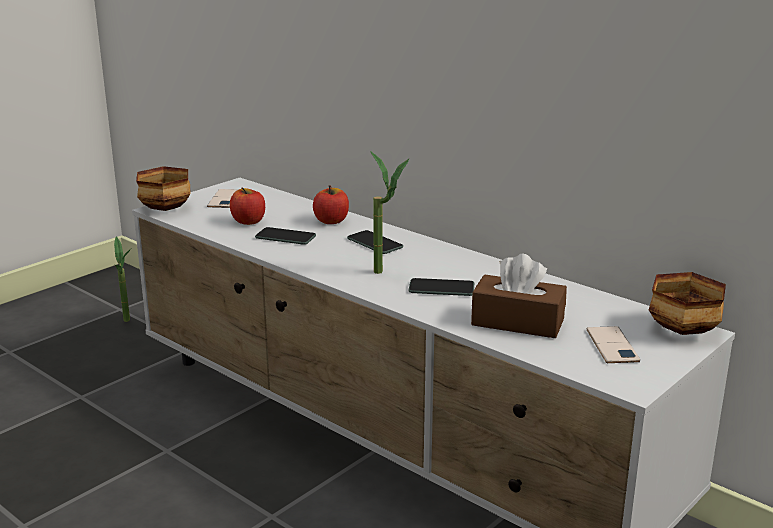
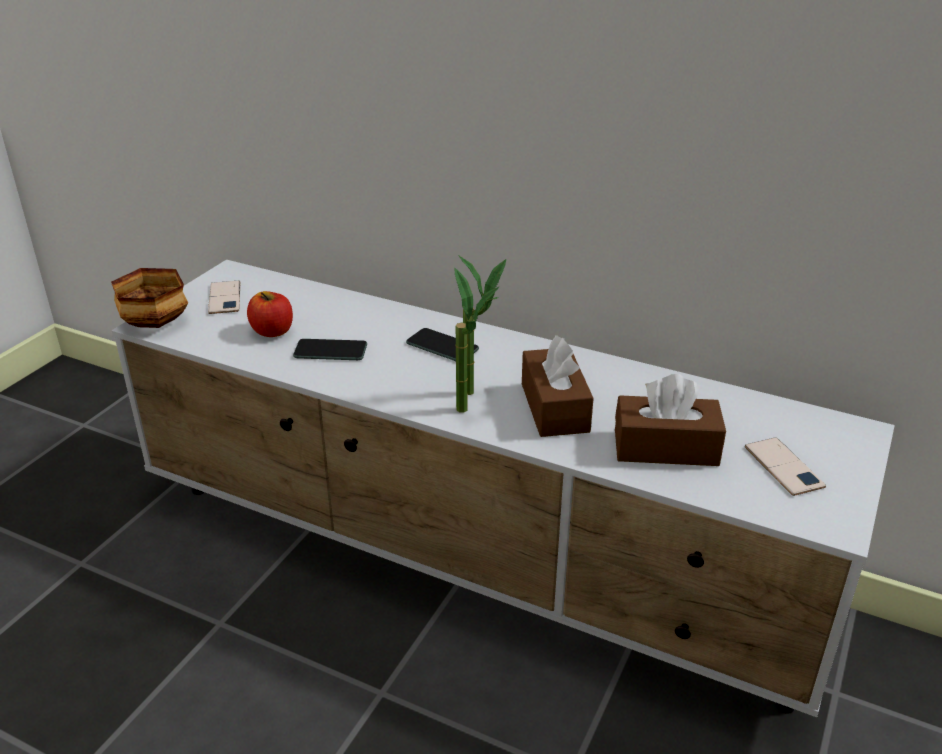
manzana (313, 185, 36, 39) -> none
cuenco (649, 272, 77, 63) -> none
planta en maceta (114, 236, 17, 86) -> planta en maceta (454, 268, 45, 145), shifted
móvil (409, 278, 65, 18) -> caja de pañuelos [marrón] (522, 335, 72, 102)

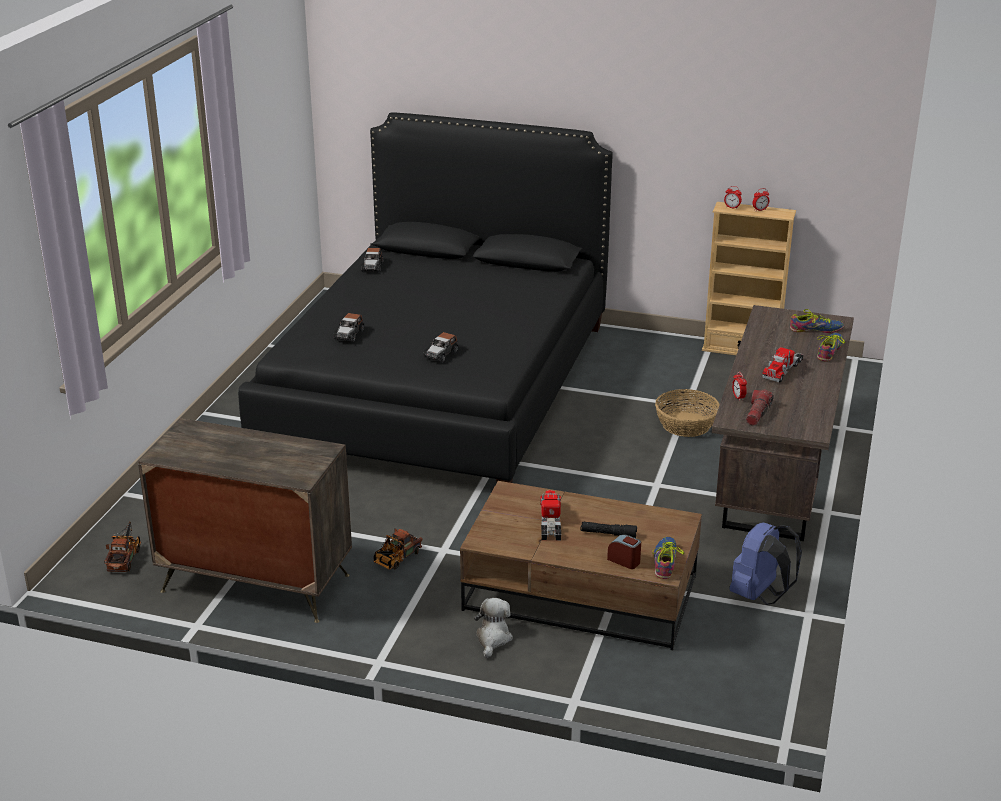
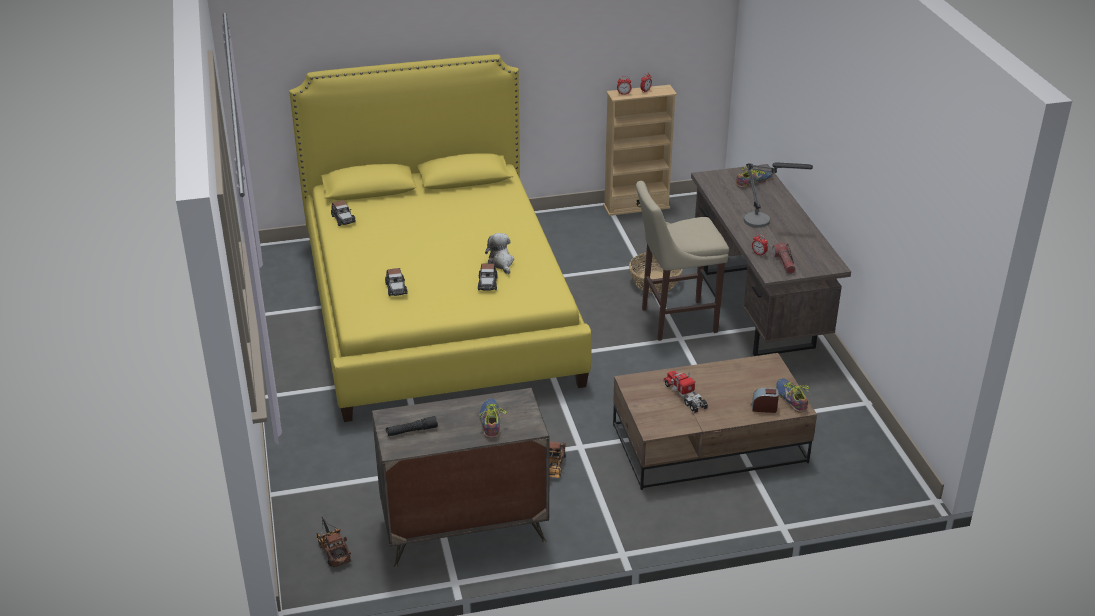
mochila [azul] (730, 522, 72, 83) -> none
none -> taburete [beis] (636, 181, 93, 160)
peluche (474, 598, 39, 60) -> peluche (485, 233, 29, 41), shifted
linterna [negro] (580, 522, 57, 16) -> linterna [negro] (386, 416, 52, 20), shifted
zapato (817, 333, 28, 29) -> zapato (479, 398, 28, 40), shifted
camión de juguete (762, 347, 42, 35) -> lámpara de mesa (744, 162, 69, 66)
cama [negro] (238, 113, 375, 370) -> cama [amarillo] (289, 55, 303, 367)

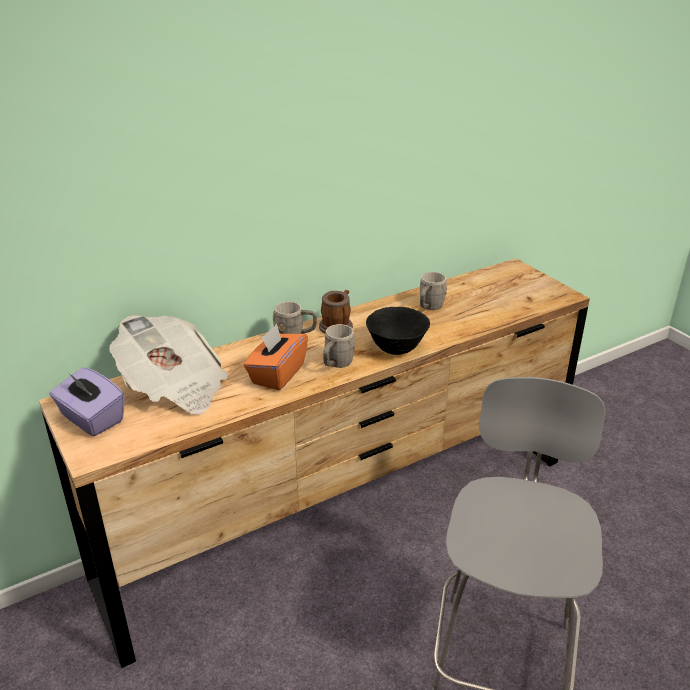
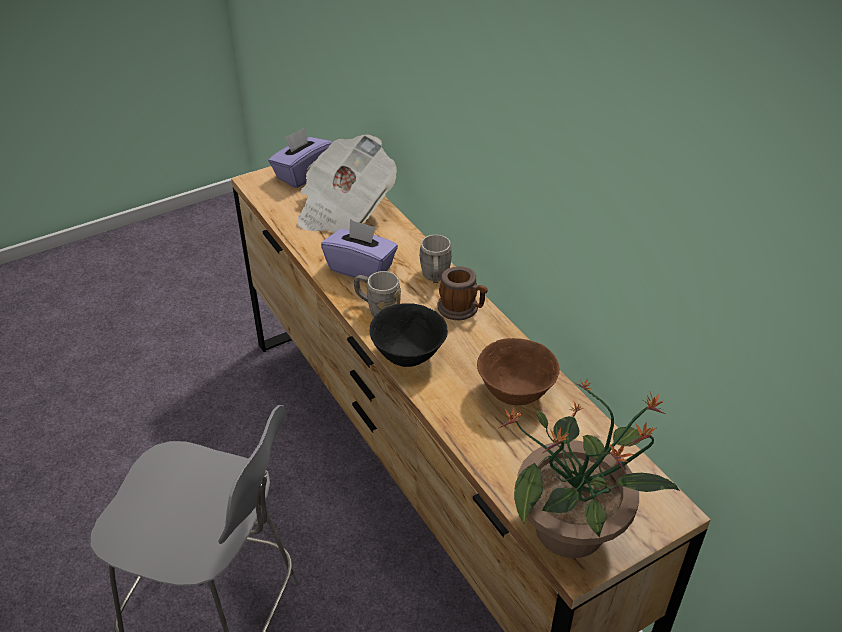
none -> planta en maceta (498, 379, 182, 179)
taza grande [gris] (420, 272, 27, 38) -> cuenco [marrón] (477, 338, 83, 67)
caja de pañuelos [naranja] (244, 324, 64, 66) -> caja de pañuelos [morado] (321, 219, 77, 59)

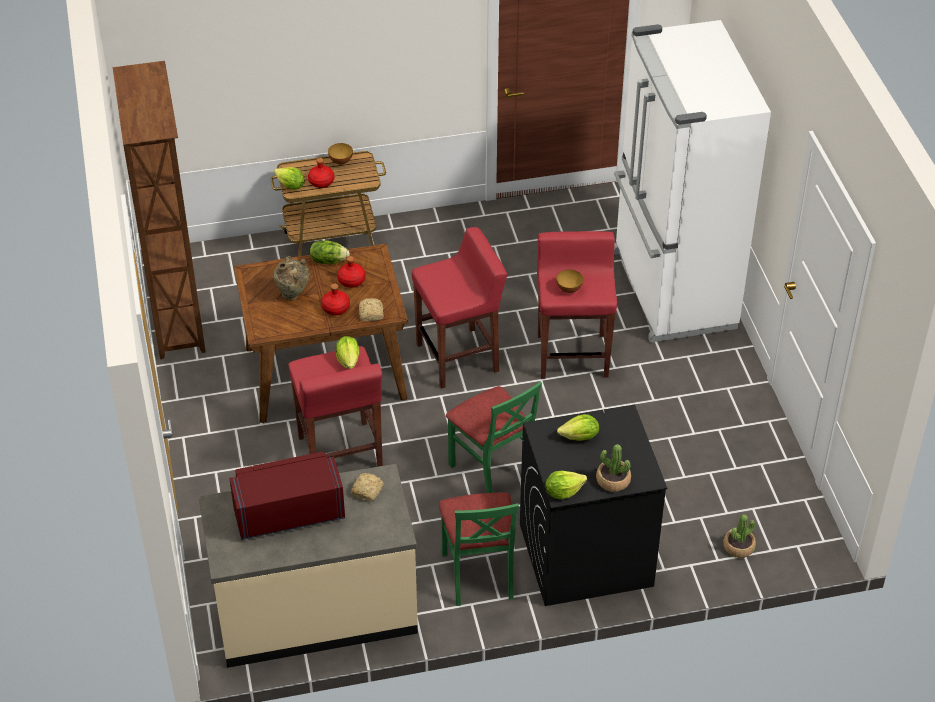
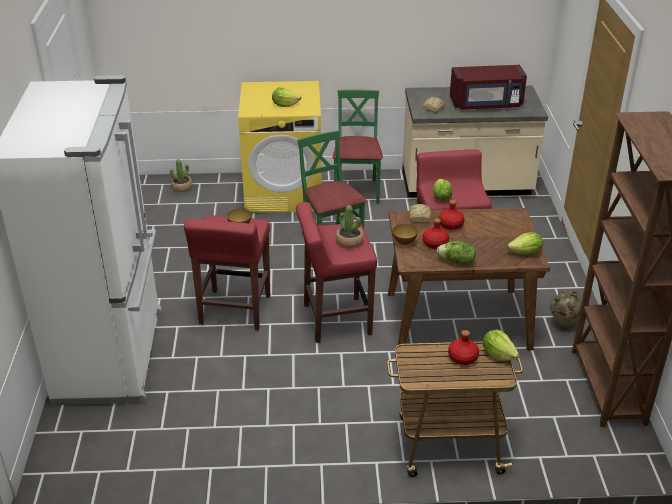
florero [beis] (274, 256, 36, 44) -> florero [beis] (550, 290, 31, 40), shifted
cuenco (328, 143, 25, 22) -> cuenco (392, 224, 26, 21), shifted
lechuga (545, 471, 42, 28) -> lechuga (507, 232, 36, 23), shifted
planta en maceta (596, 444, 35, 48) -> planta en maceta (336, 205, 28, 43), shifted
lavadora [negro] (520, 404, 147, 202) -> lavadora [amarillo] (238, 81, 84, 132)

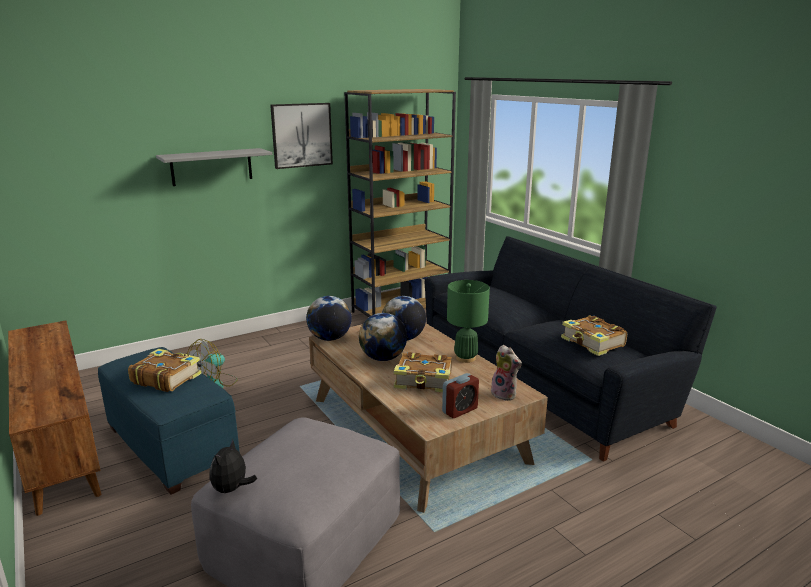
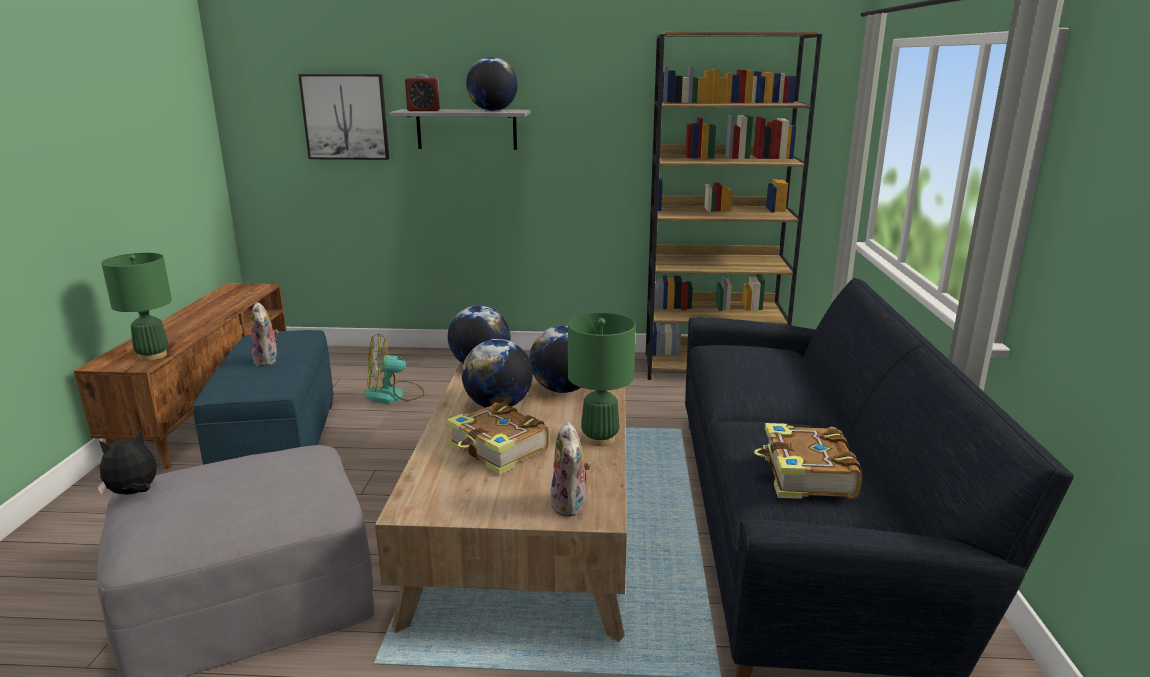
none -> lámpara de mesa [verde] (101, 253, 71, 108)
none -> globo terráqueo (466, 57, 52, 54)
cuadro (270, 103, 63, 66) -> cuadro (298, 74, 91, 86), shifted
despertador (442, 373, 37, 45) -> despertador (405, 74, 35, 37), shifted
libro (128, 349, 74, 43) -> peluche (251, 302, 28, 64)

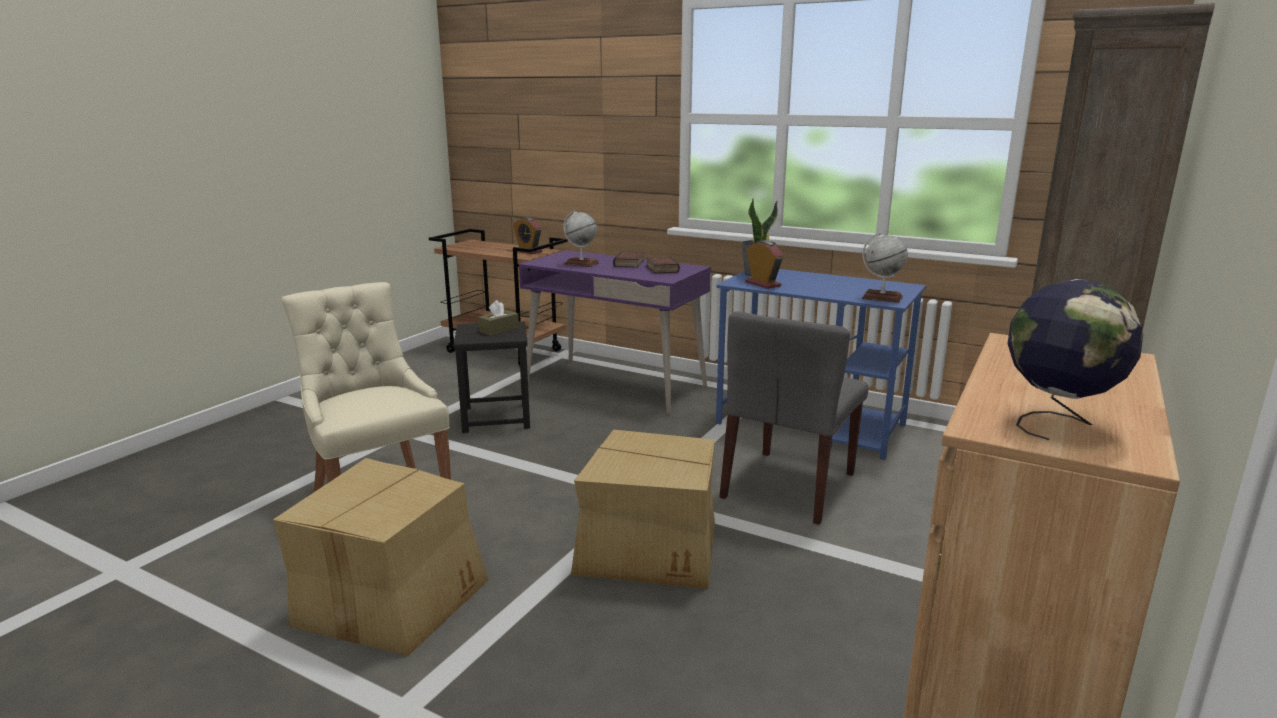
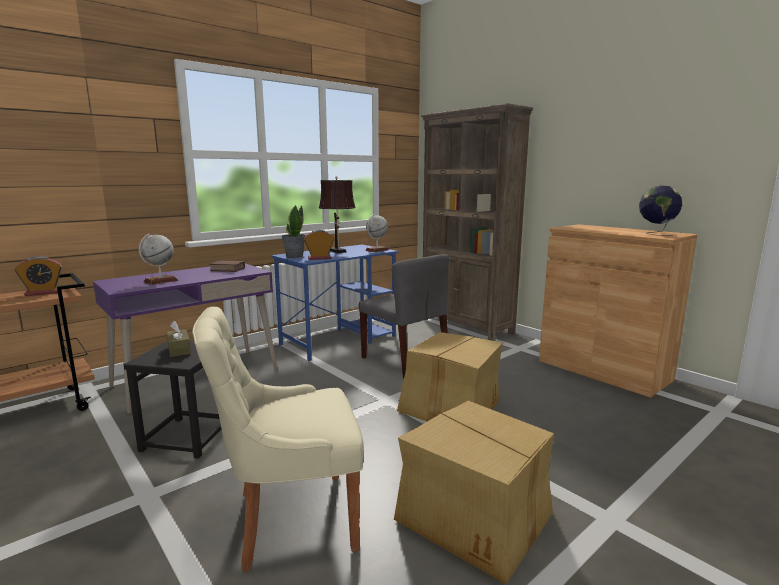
libro (613, 251, 31, 17) -> none
none -> lámpara de mesa [marrón] (319, 176, 37, 77)

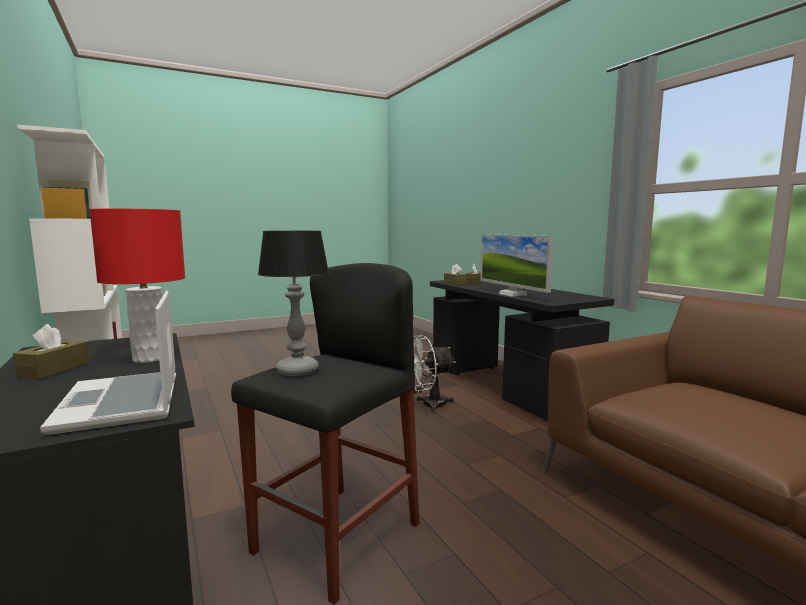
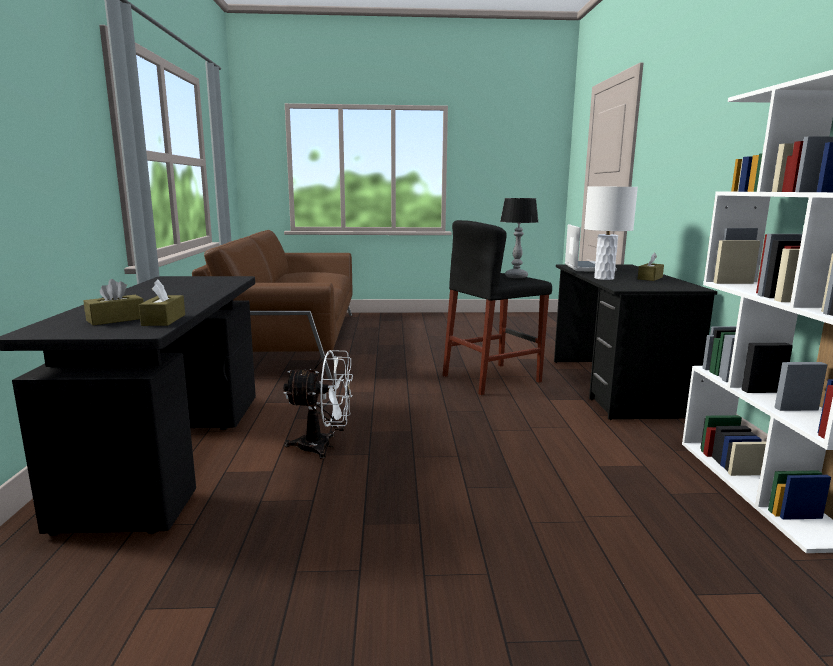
monitor (480, 234, 74, 63) -> none
lámpara de mesa [rojo] (89, 209, 96, 154) -> lámpara de mesa [blanco] (584, 187, 54, 93)

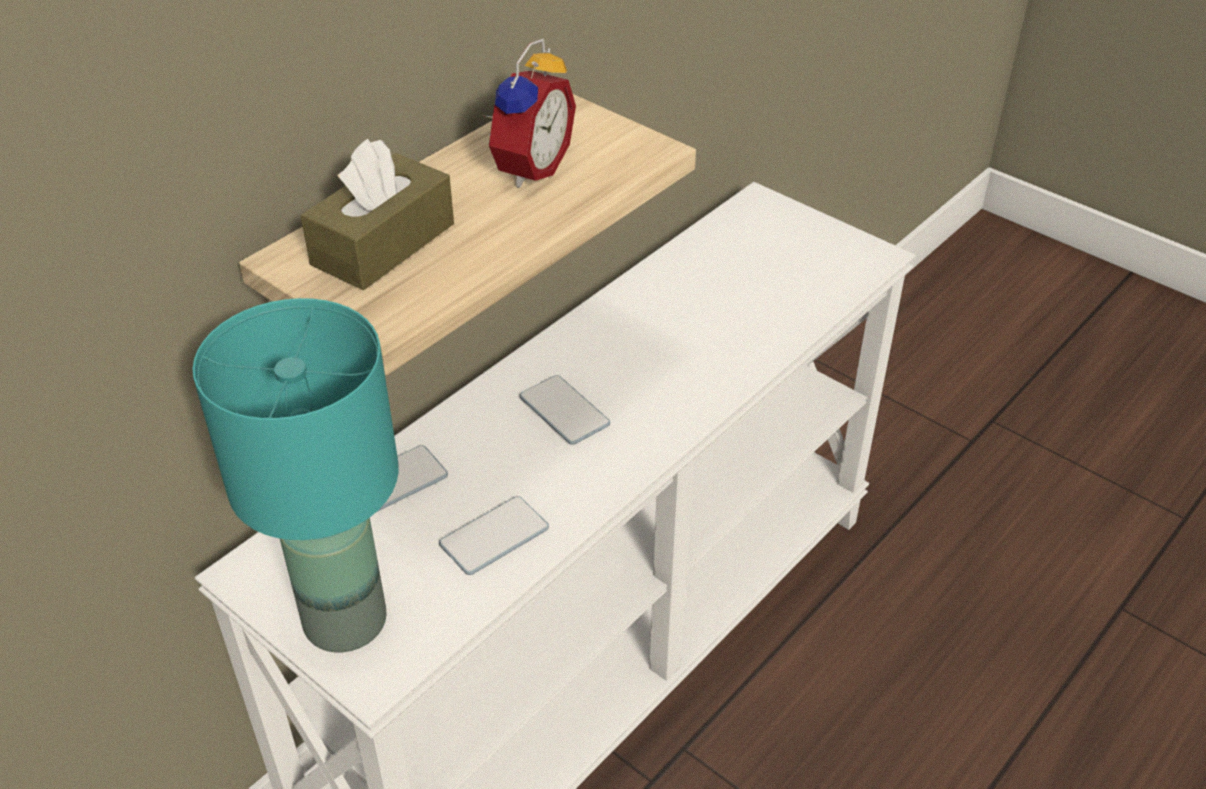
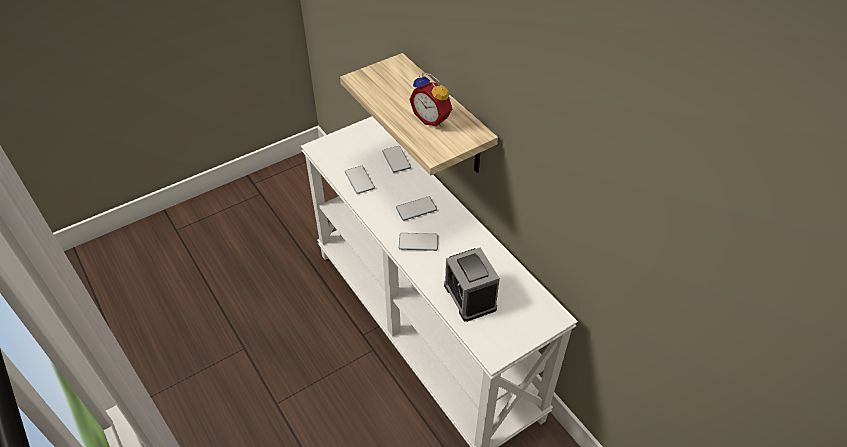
lámpara de mesa [turquesa] (192, 298, 207, 354) -> none
caja de pañuelos [marrón] (301, 139, 153, 151) -> none
none -> móvil (399, 233, 39, 18)
none -> despertador (444, 248, 56, 74)

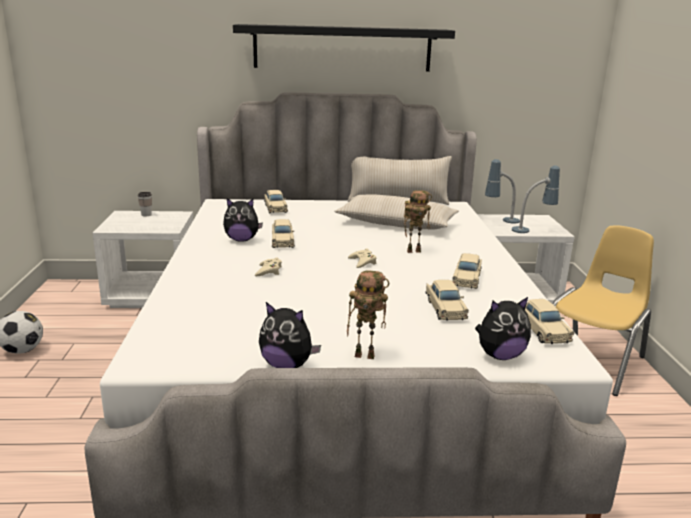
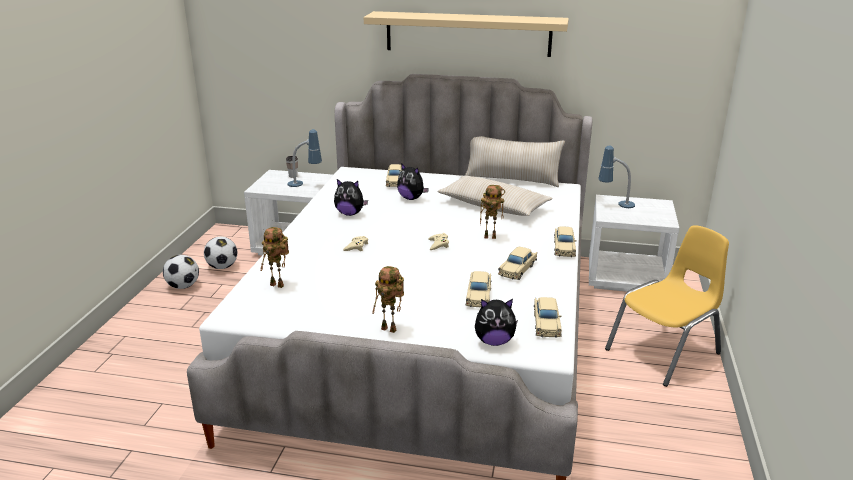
none -> balón de fútbol (204, 237, 34, 32)
none -> robot de juguete (260, 227, 29, 61)
peluche (259, 302, 62, 66) -> peluche (397, 163, 32, 37), shifted
coche de juguete [beis] (272, 219, 23, 29) -> coche de juguete [beis] (554, 226, 22, 31), shifted
lámpara de mesa (512, 165, 48, 68) -> lámpara de mesa (288, 129, 34, 58), shifted
estante [negro] (233, 24, 222, 48) -> estante [beis] (364, 11, 205, 46)

